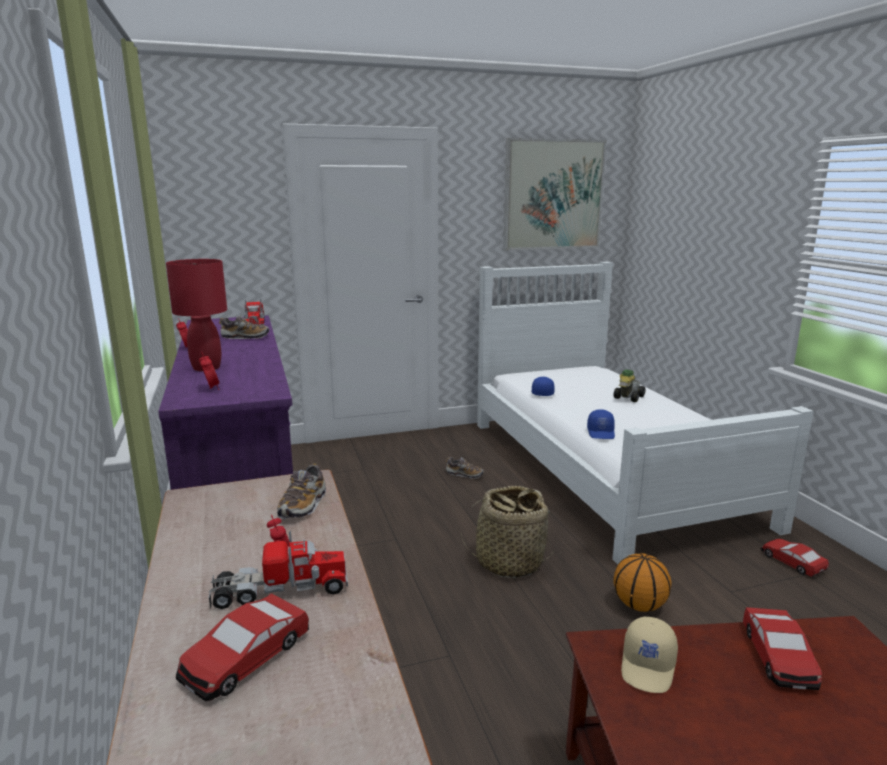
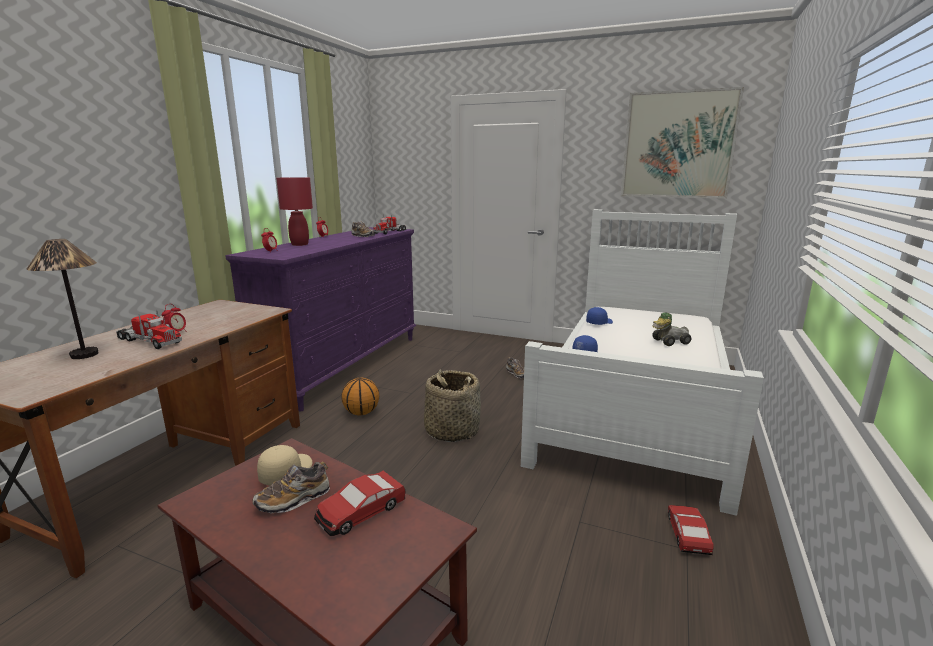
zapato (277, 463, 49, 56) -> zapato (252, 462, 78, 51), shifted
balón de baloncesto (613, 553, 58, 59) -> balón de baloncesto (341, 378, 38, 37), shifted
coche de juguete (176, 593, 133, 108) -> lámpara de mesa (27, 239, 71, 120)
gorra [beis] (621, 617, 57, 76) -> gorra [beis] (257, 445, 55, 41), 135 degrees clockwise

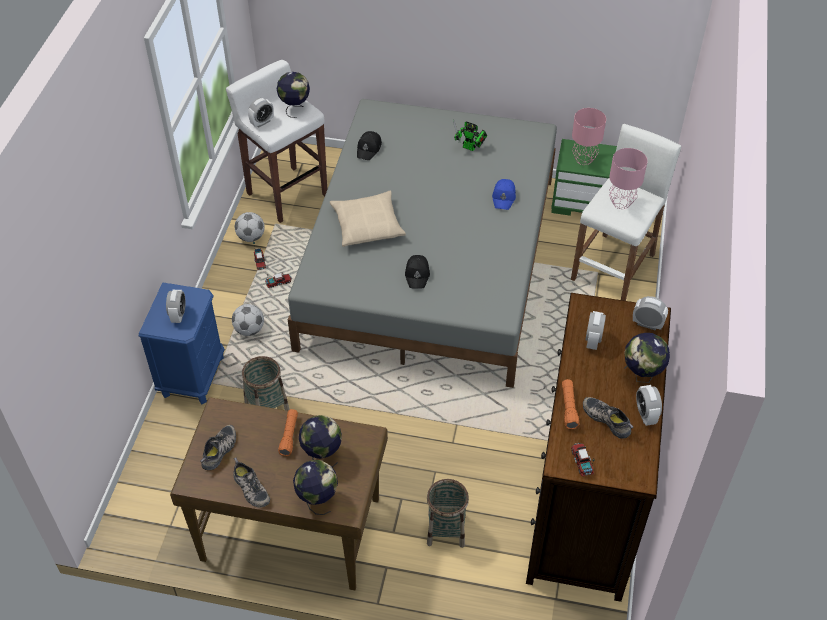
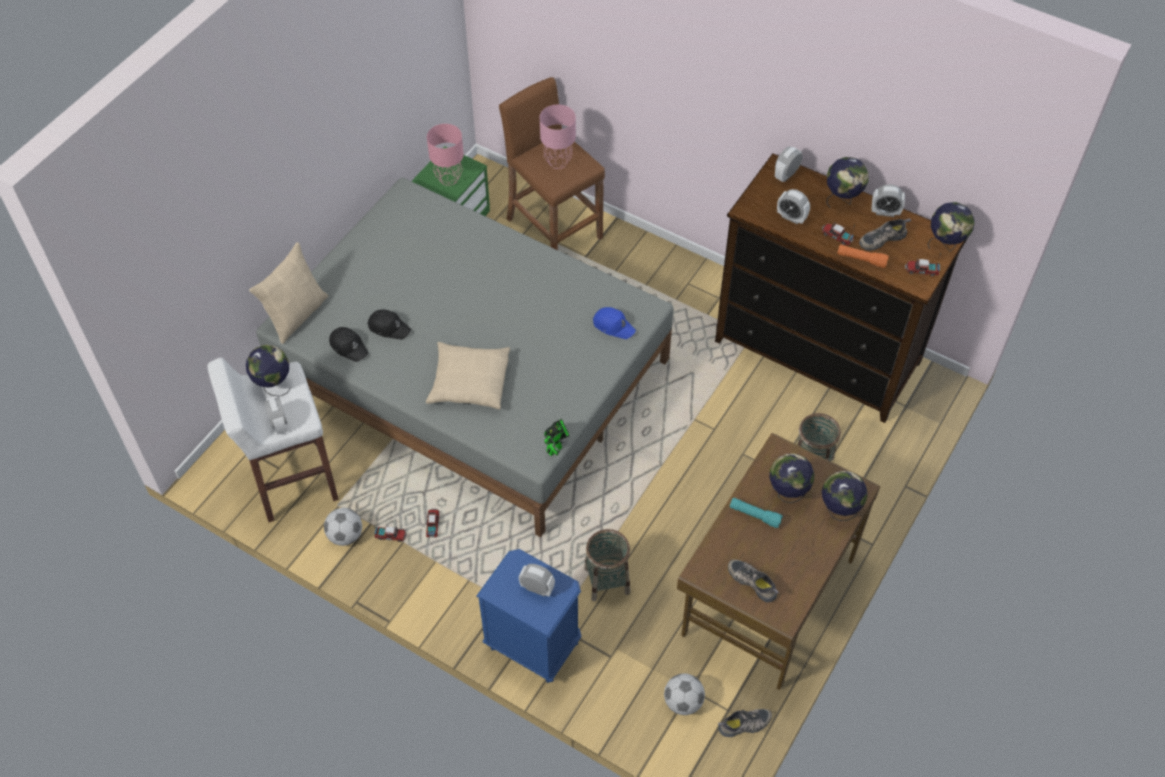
none -> cojín [beis] (249, 242, 80, 102)
none -> camión de juguete (822, 223, 33, 22)
none -> globo terráqueo (928, 202, 47, 49)
balón de fútbol (232, 304, 32, 32) -> balón de fútbol (664, 673, 41, 42), shifted
zapato (233, 458, 37, 49) -> zapato (718, 709, 54, 28), shifted
gorra [negro] (405, 255, 25, 34) -> gorra [negro] (367, 309, 44, 30), shifted
robot de juguete (453, 120, 34, 31) -> robot de juguete (544, 419, 26, 37), shifted
gorra [azul] (492, 179, 24, 31) -> gorra [azul] (593, 307, 43, 32), shifted
linterna [naranja] (278, 409, 20, 47) -> linterna [turquesa] (730, 498, 53, 30)
taburete [blanco] (571, 124, 110, 177) -> taburete [marrón] (499, 77, 106, 173)

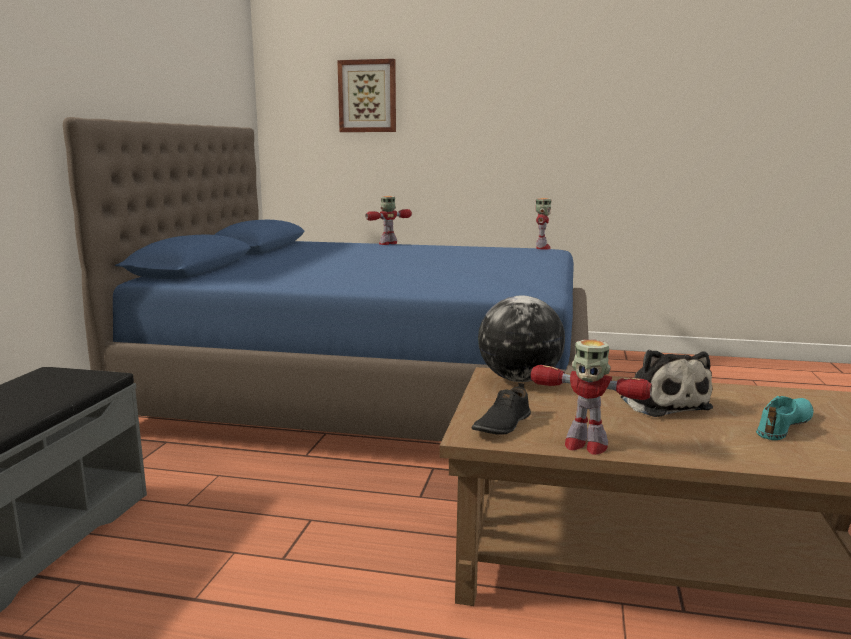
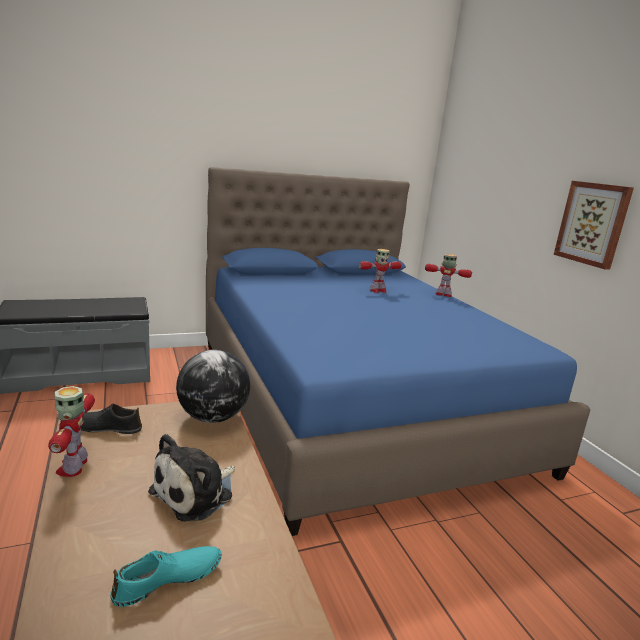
cuadro (337, 59, 59, 73) -> cuadro (554, 181, 80, 89), shifted
robot de juguete (536, 198, 15, 52) -> robot de juguete (359, 249, 43, 44), shifted
zapato [turquesa] (756, 396, 57, 44) -> zapato [turquesa] (110, 546, 112, 61), 45 degrees counterclockwise

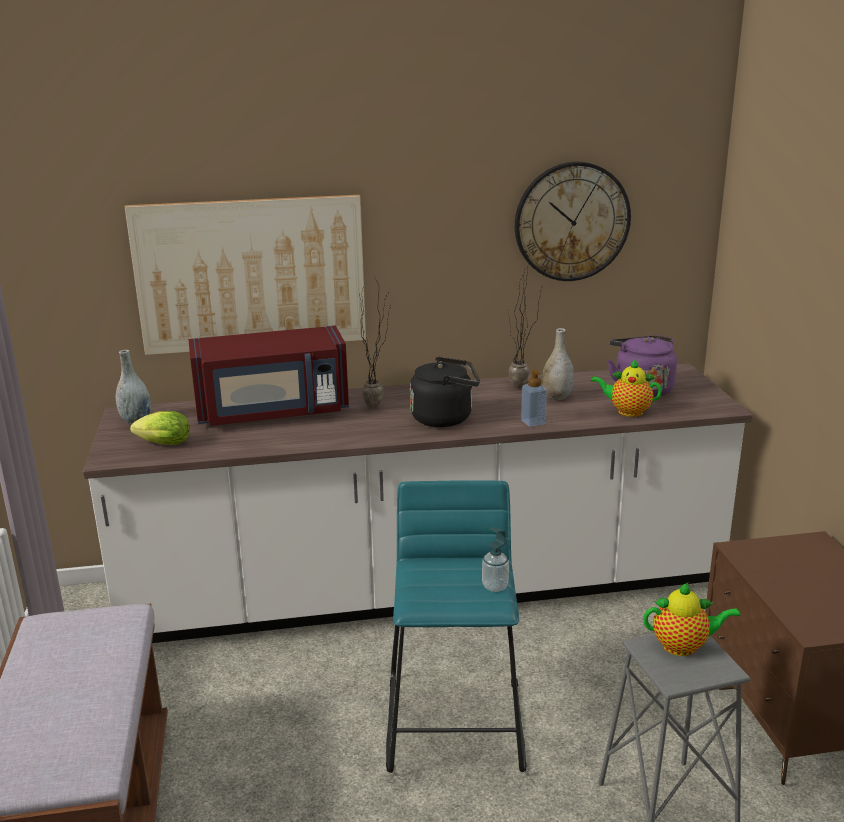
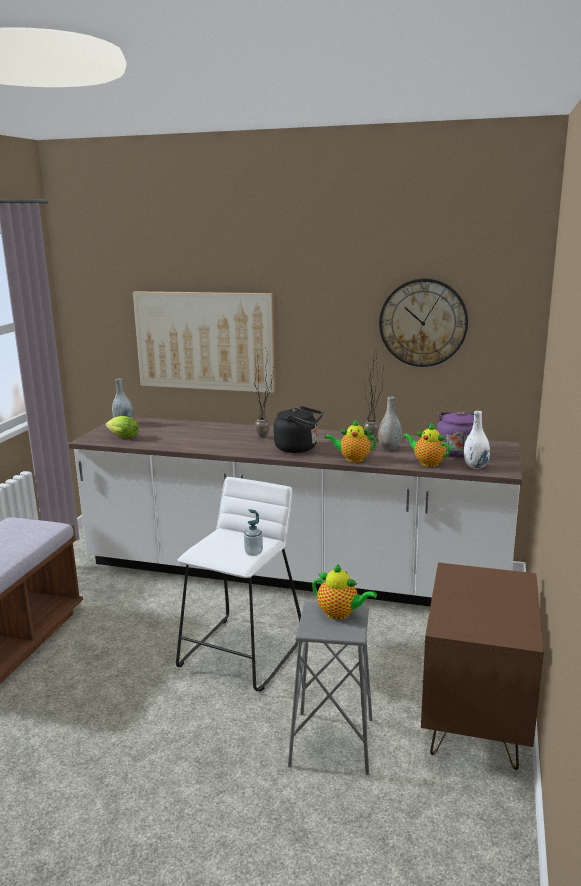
microondas [rojo] (189, 326, 160, 100) -> none
none -> florero [blanco] (464, 411, 26, 58)
dispensador de jabón (521, 369, 26, 58) -> tetera (325, 420, 52, 42)
taburete [turquesa] (386, 481, 141, 292) -> taburete [blanco] (176, 477, 125, 215)

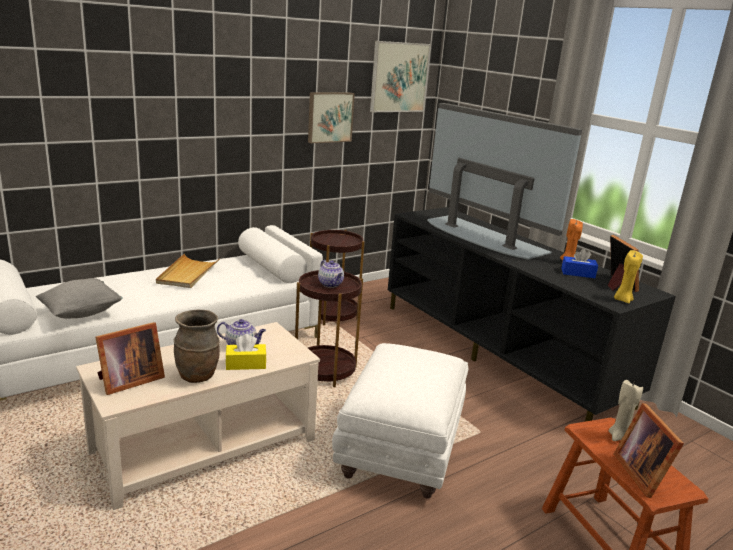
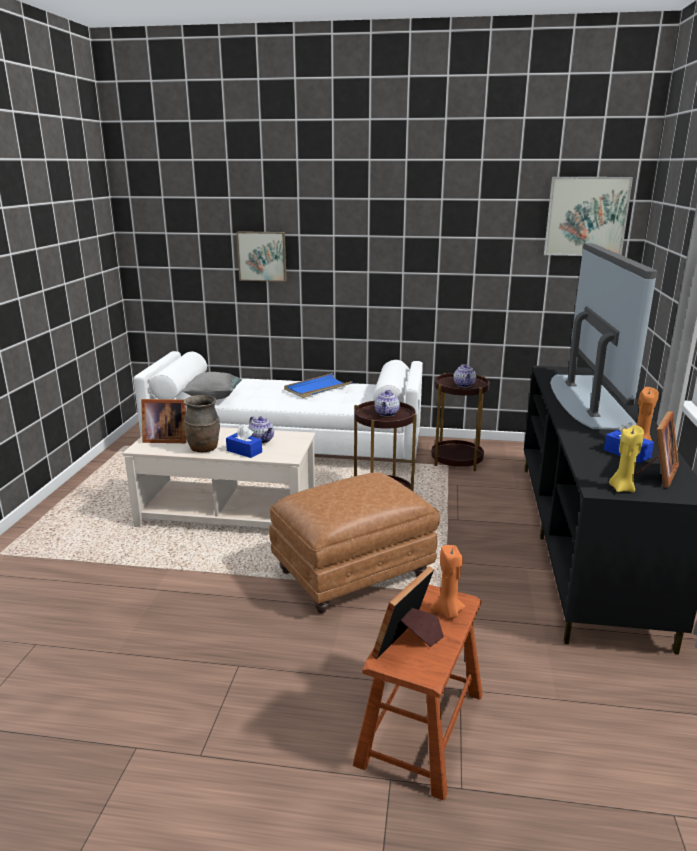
none -> tetera (453, 364, 23, 23)
cuadro (308, 92, 47, 51) -> cuadro (236, 231, 51, 51), shifted
bandeja [beis] (156, 254, 64, 34) -> bandeja [azul] (284, 373, 69, 25)
caja de pañuelos [amarillo] (226, 334, 40, 36) -> caja de pañuelos [azul] (226, 425, 36, 33)
puf [blanco] (332, 343, 136, 156) -> puf [marrón] (269, 472, 171, 142)
vela [beis] (608, 380, 35, 61) -> vela [naranja] (430, 545, 35, 73)

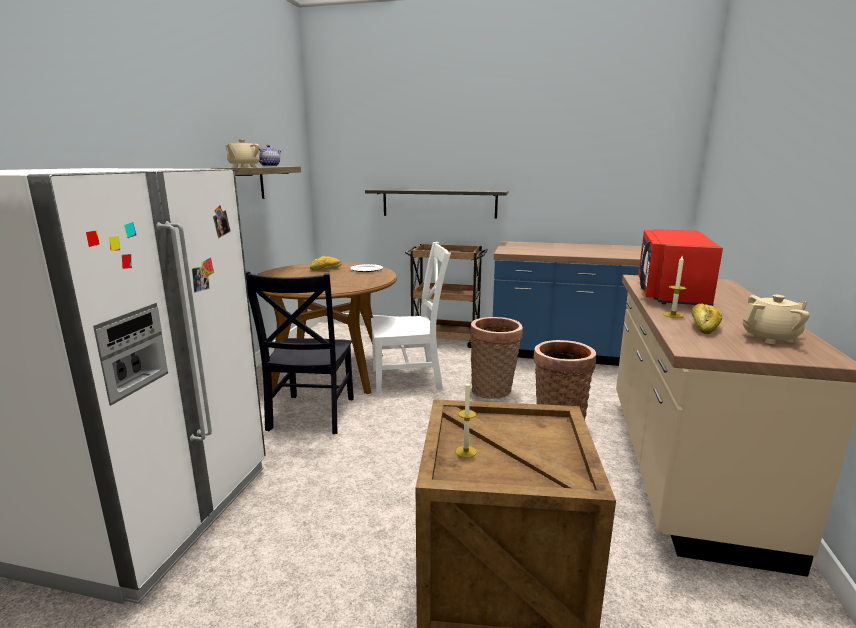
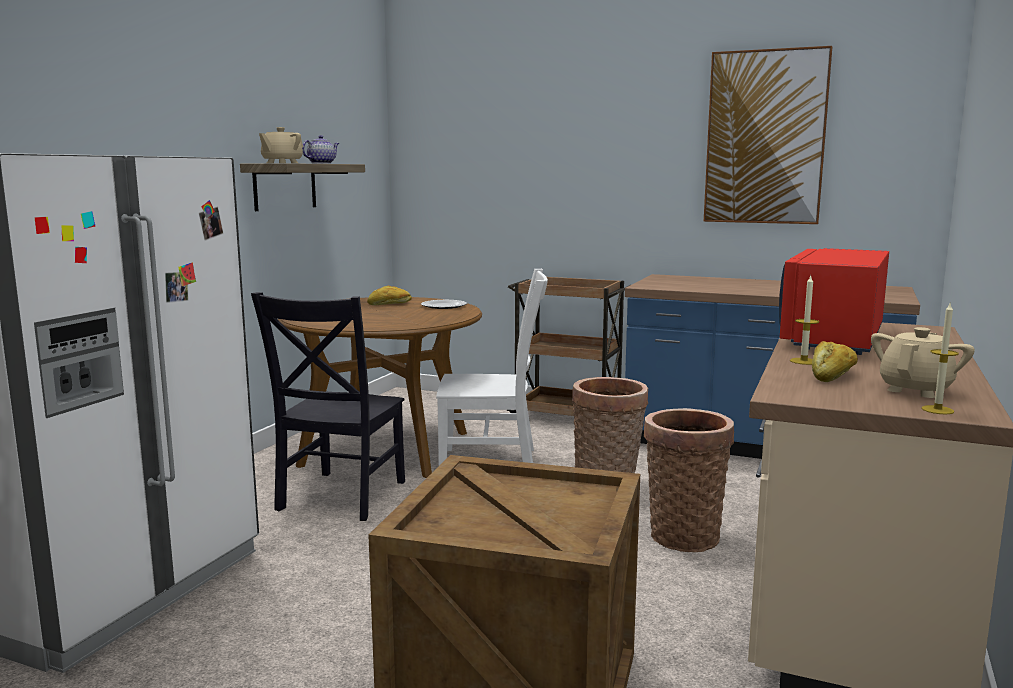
estante (365, 189, 144, 30) -> none
none -> cuadro (704, 46, 128, 178)
vela (456, 381, 21, 77) -> vela (922, 303, 37, 111), shifted
tetera [beis] (742, 295, 68, 49) -> tetera [beis] (871, 327, 104, 71), 45 degrees counterclockwise

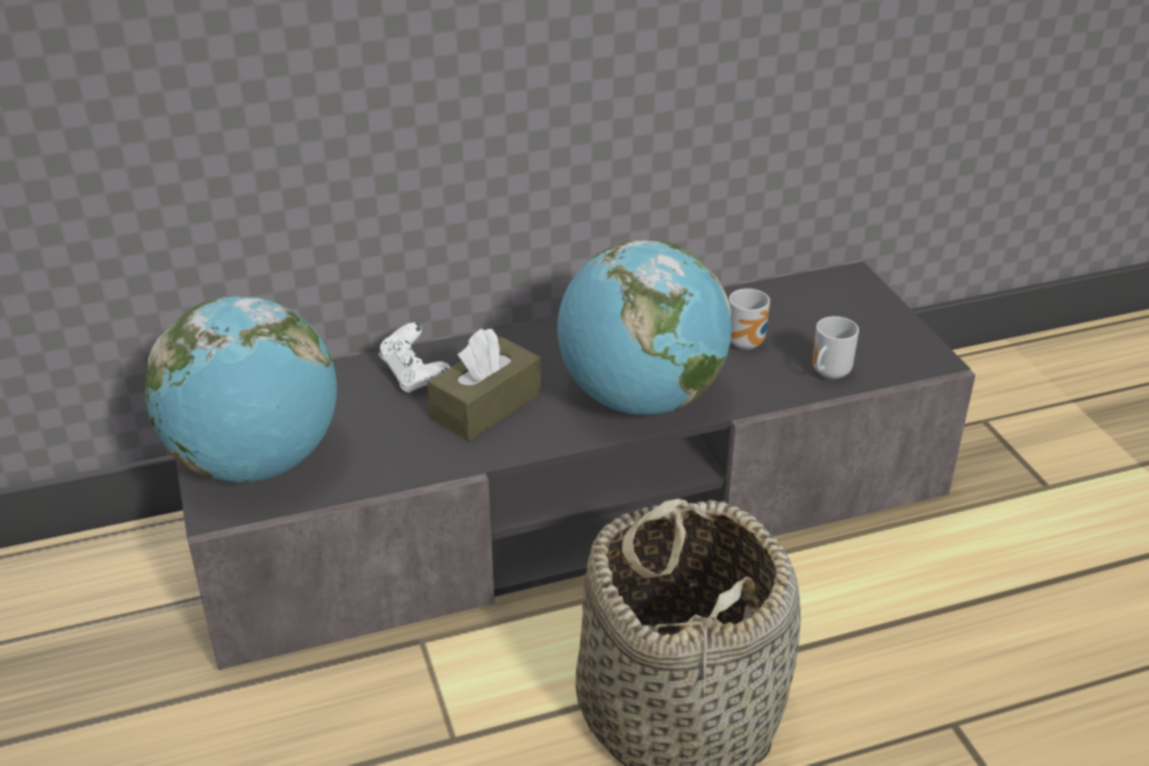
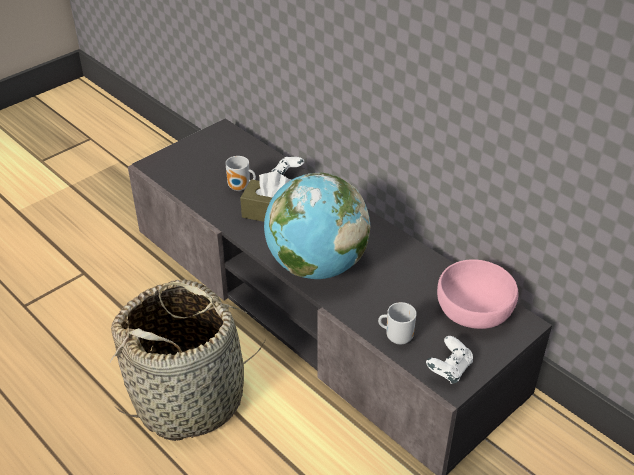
globo terráqueo (145, 296, 192, 187) -> none
none -> mando de consola [blanco] (426, 336, 47, 48)
none -> cuenco [rosa] (437, 259, 82, 70)
taza grande (729, 288, 41, 62) -> taza grande (225, 156, 31, 35), shifted

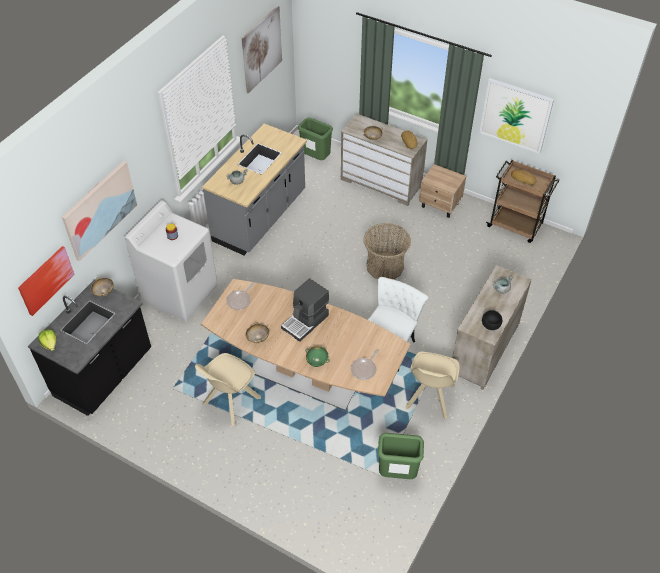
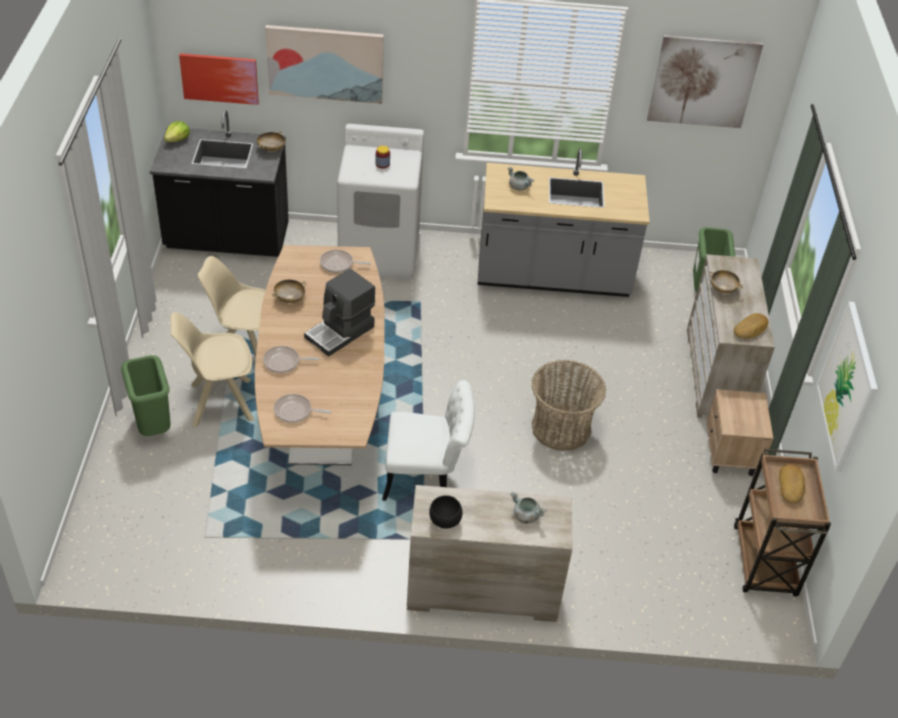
papelera [verde] (378, 433, 46, 46) -> papelera [verde] (121, 355, 50, 81), shifted
silla [beis] (405, 351, 54, 68) -> silla [beis] (170, 312, 84, 115), shifted
cuenco [verde] (305, 346, 25, 21) -> sartén (263, 346, 56, 27)
cafetera (281, 278, 48, 64) -> cafetera (304, 269, 71, 88), 60 degrees counterclockwise

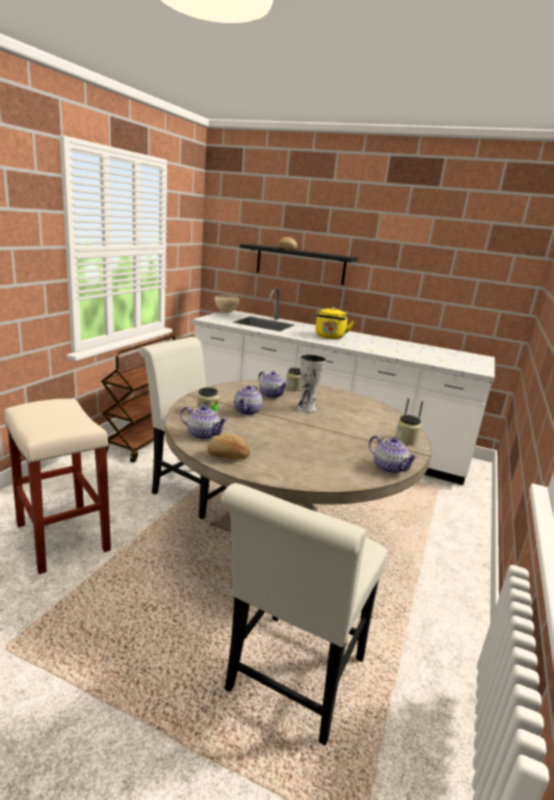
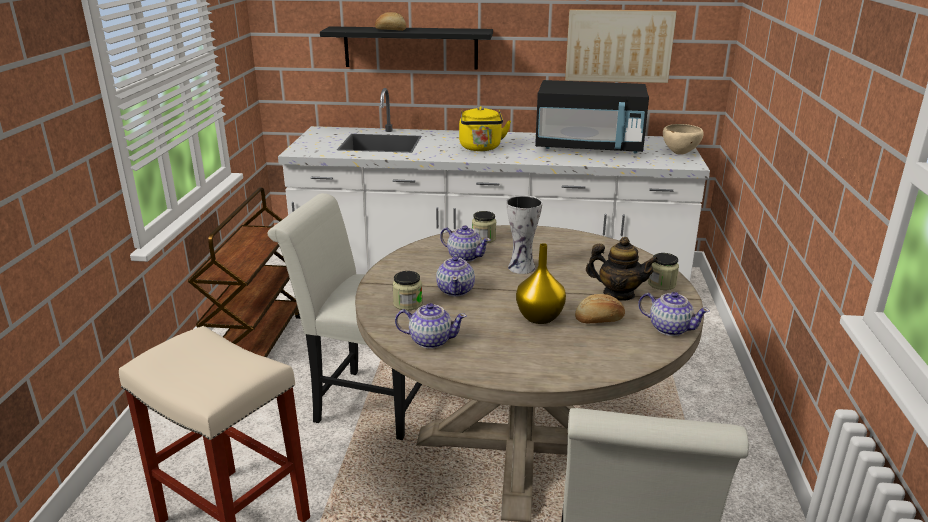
none -> florero [amarillo] (516, 243, 50, 81)
none -> microondas [negro] (535, 80, 114, 73)
none -> cuadro (565, 9, 112, 74)
none -> tetera (586, 237, 73, 64)
pan (208, 434, 42, 25) -> pan (575, 294, 50, 30), shifted
cuenco [beis] (215, 295, 24, 18) -> cuenco [beis] (663, 124, 41, 31), shifted

